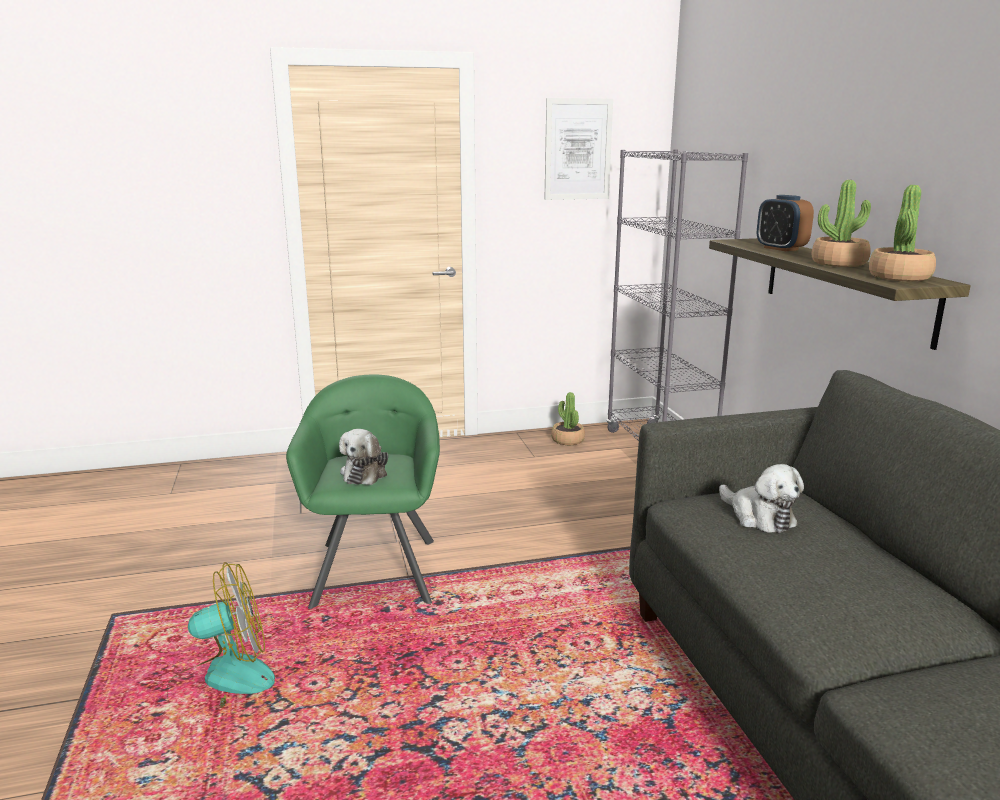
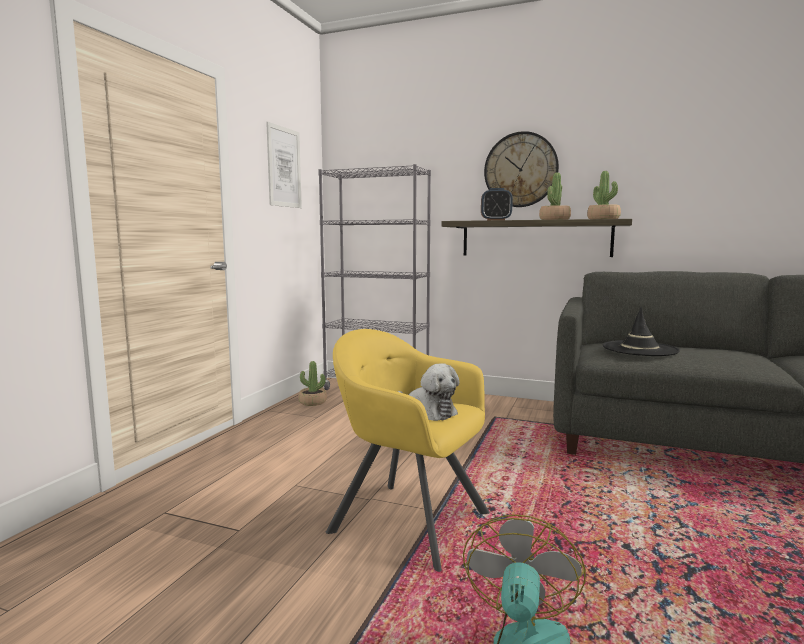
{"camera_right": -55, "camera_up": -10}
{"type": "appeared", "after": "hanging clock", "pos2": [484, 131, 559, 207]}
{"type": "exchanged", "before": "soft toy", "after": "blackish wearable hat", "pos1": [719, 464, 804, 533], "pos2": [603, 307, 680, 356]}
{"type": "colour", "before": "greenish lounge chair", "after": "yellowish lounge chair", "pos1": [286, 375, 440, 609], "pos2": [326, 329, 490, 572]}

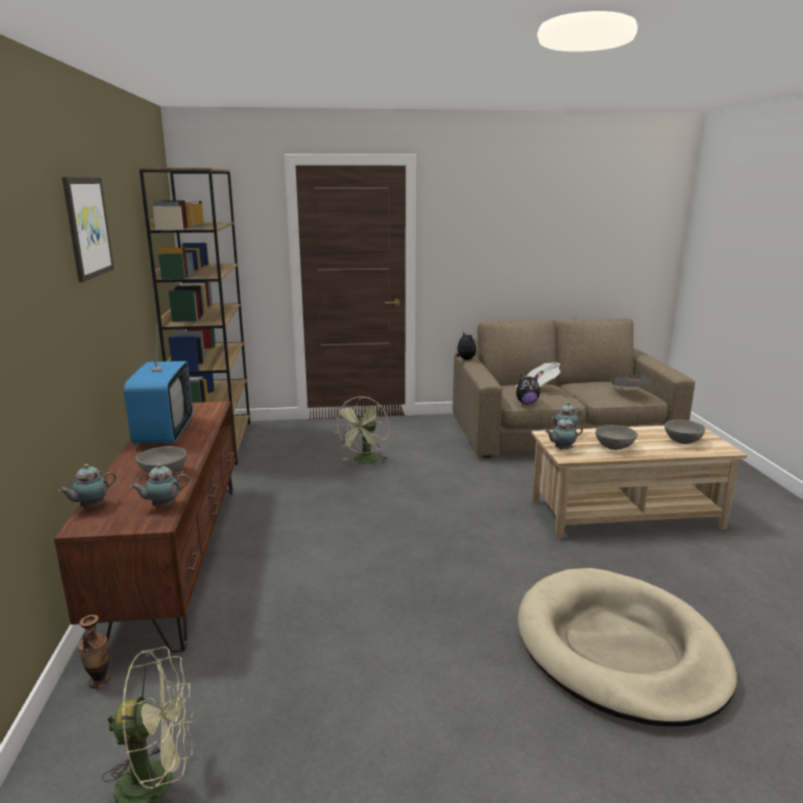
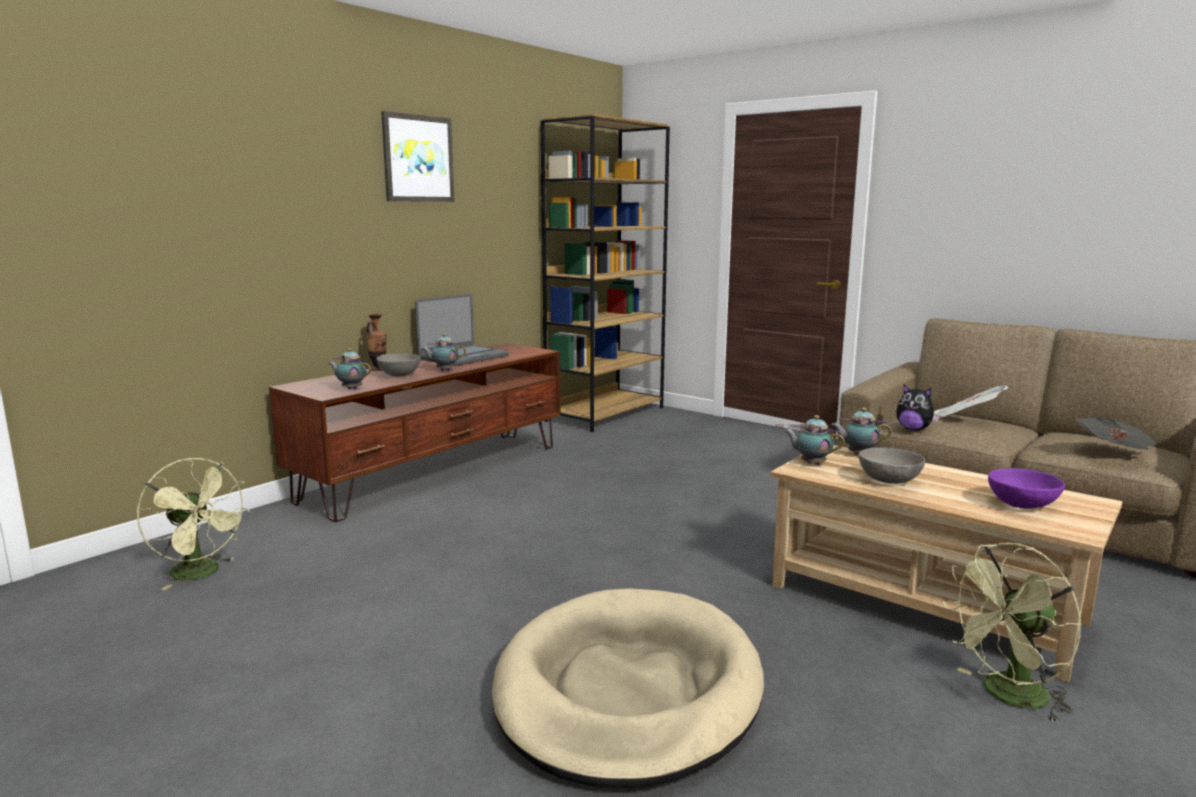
{"camera_right": 45, "camera_up": -5}
{"type": "missing", "before": "soft toy", "pos1": [455, 332, 476, 360]}
{"type": "relocated", "before": "pot for tea", "pos1": [58, 464, 116, 509], "pos2": [422, 334, 466, 371]}
{"type": "relocated", "before": "vase", "pos1": [78, 615, 111, 689], "pos2": [366, 314, 387, 371]}
{"type": "relocated", "before": "greenish fan", "pos1": [334, 397, 389, 464], "pos2": [943, 543, 1082, 724]}
{"type": "exchanged", "before": "TV", "after": "portable computer", "pos1": [124, 323, 193, 444], "pos2": [415, 294, 509, 366]}
{"type": "colour", "before": "greyish bowl", "after": "purple bowl", "pos1": [665, 420, 706, 444], "pos2": [988, 468, 1065, 509]}

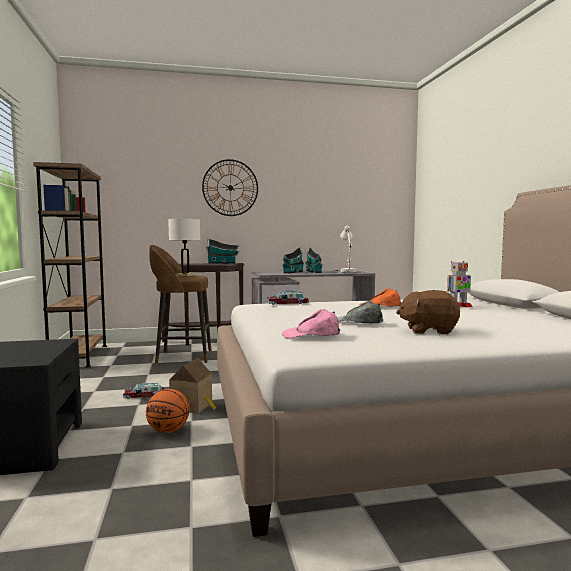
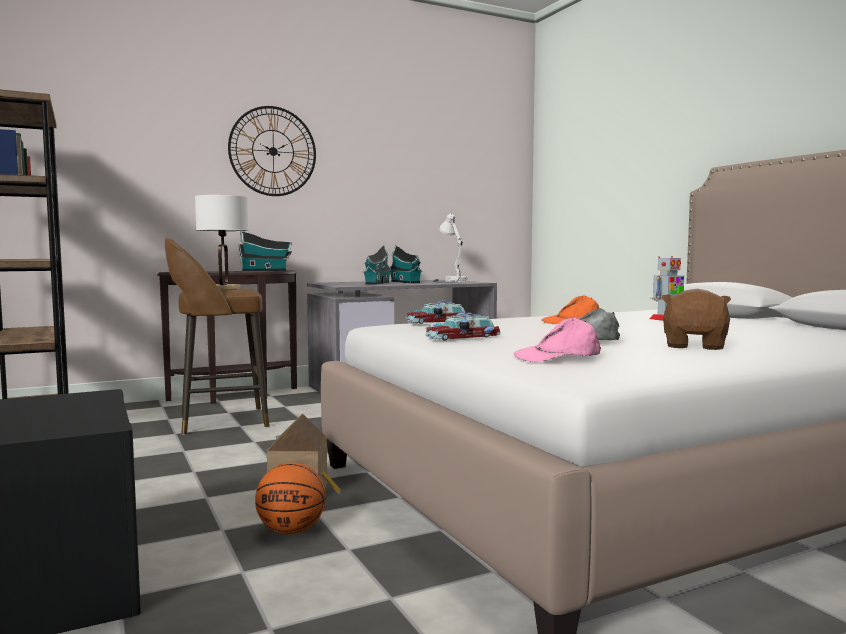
{"camera_right": -15, "camera_up": 0}
{"type": "relocated", "before": "miniature car", "pos1": [123, 383, 164, 399], "pos2": [425, 313, 501, 341]}
{"type": "spun", "before": "brown soft toy", "pos1": [396, 290, 460, 334], "pos2": [661, 289, 731, 350], "turn": 120}

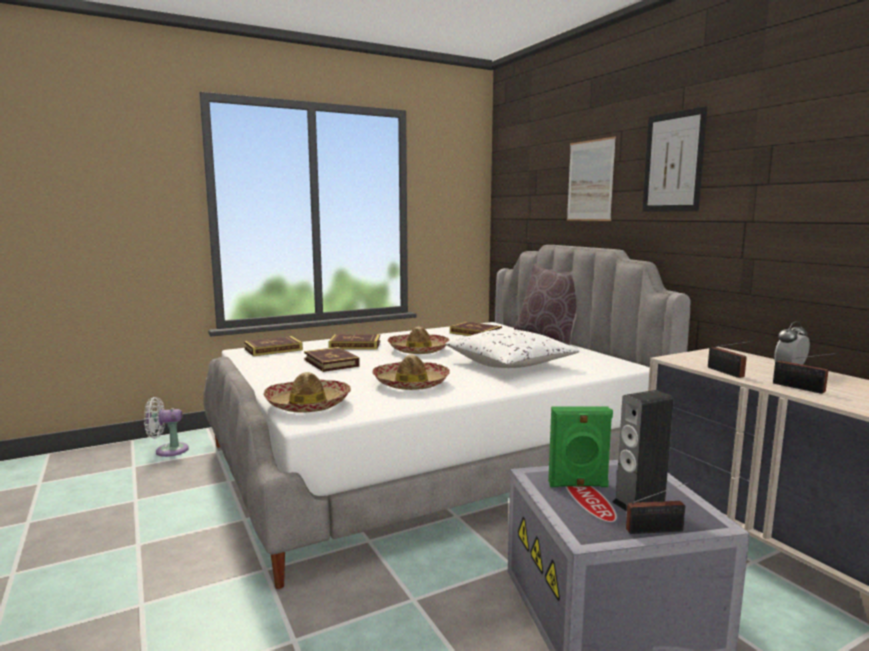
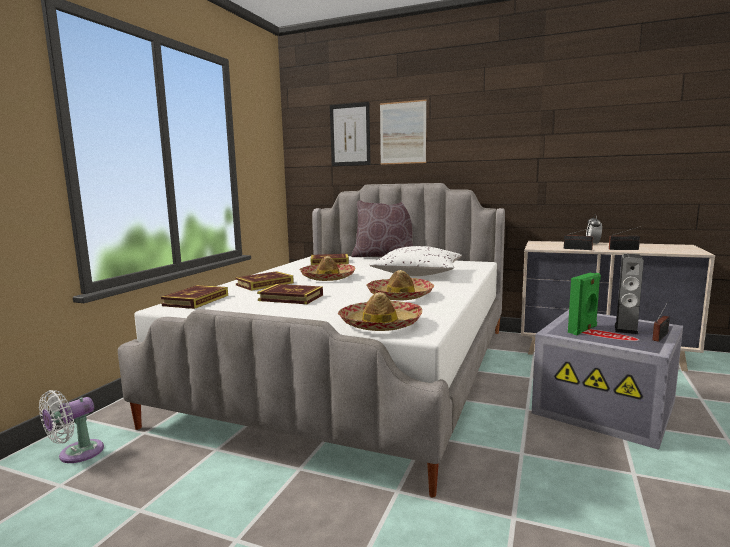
{"camera_right": -40, "camera_up": 0}
{"type": "relocated", "before": "picture", "pos1": [642, 106, 708, 211], "pos2": [330, 102, 370, 166]}

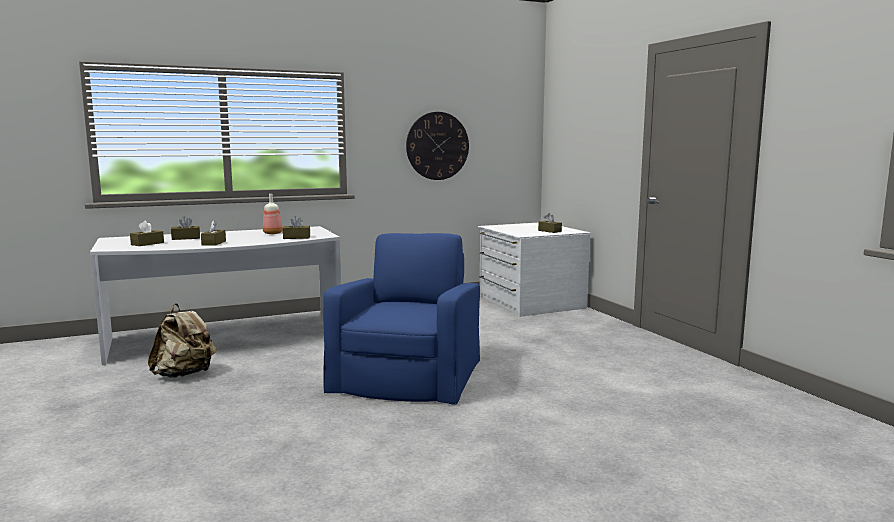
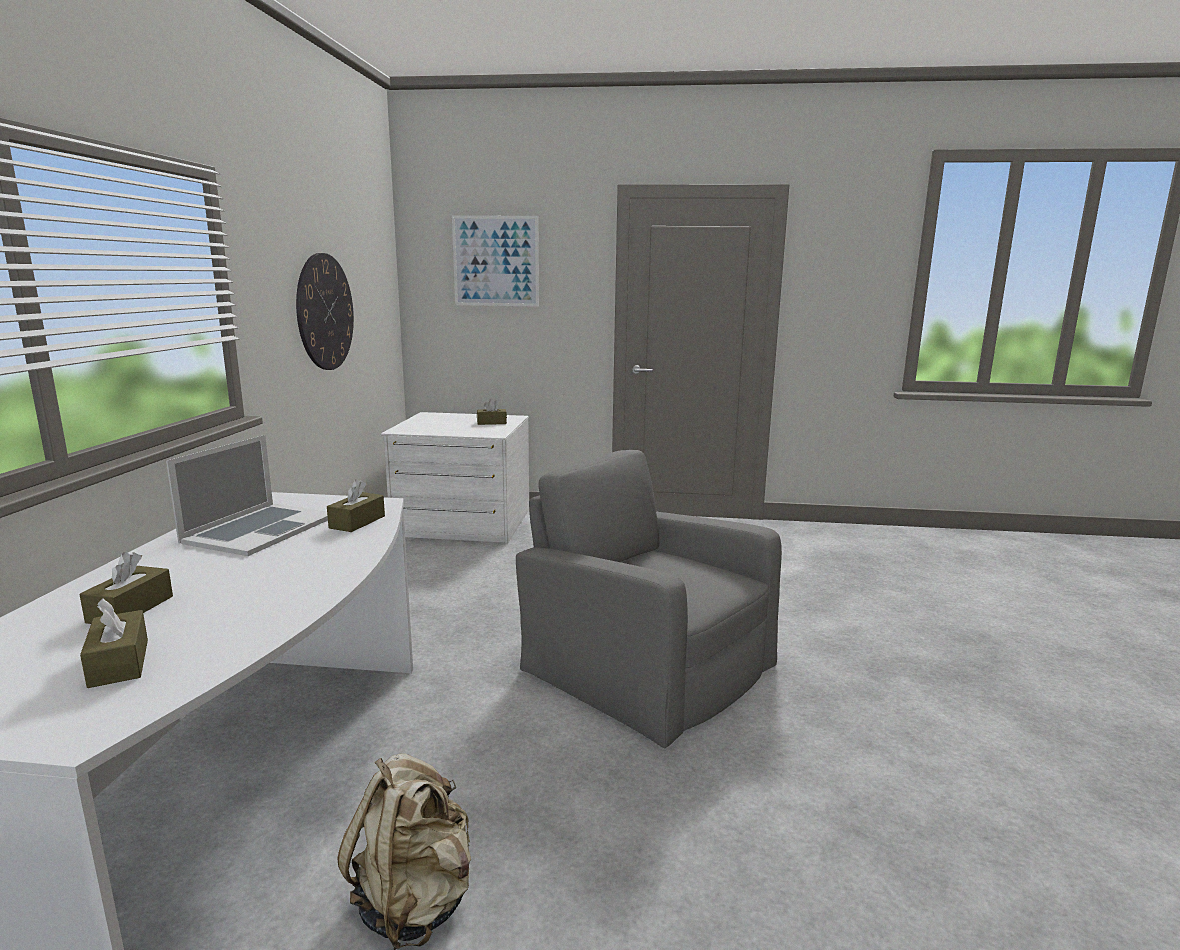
{"camera_right": -60, "camera_up": 5}
{"type": "missing", "before": "brown tissue box", "pos1": [201, 220, 226, 246]}
{"type": "appeared", "after": "picture", "pos2": [452, 215, 539, 307]}
{"type": "exchanged", "before": "beverage bottle", "after": "portable computer", "pos1": [263, 194, 283, 234], "pos2": [166, 435, 328, 556]}
{"type": "colour", "before": "blue-coloured lounge chair", "after": "greyish lounge chair", "pos1": [323, 233, 480, 405], "pos2": [516, 450, 782, 748]}

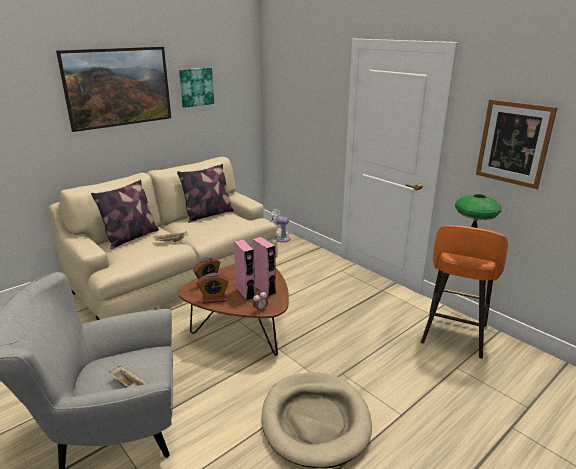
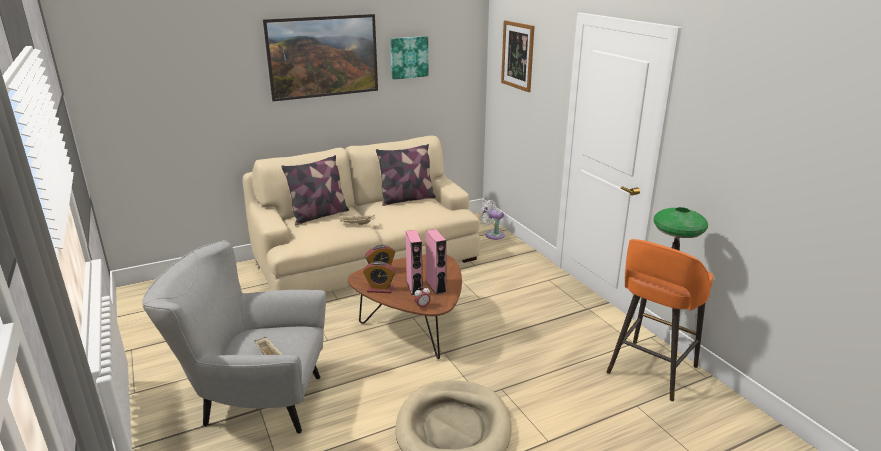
{"camera_right": 15, "camera_up": 0}
{"type": "relocated", "before": "picture", "pos1": [476, 99, 558, 189], "pos2": [501, 20, 534, 92]}

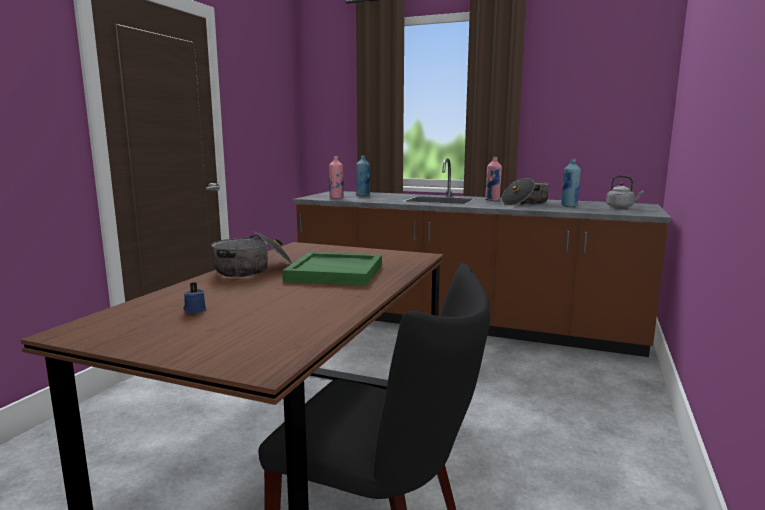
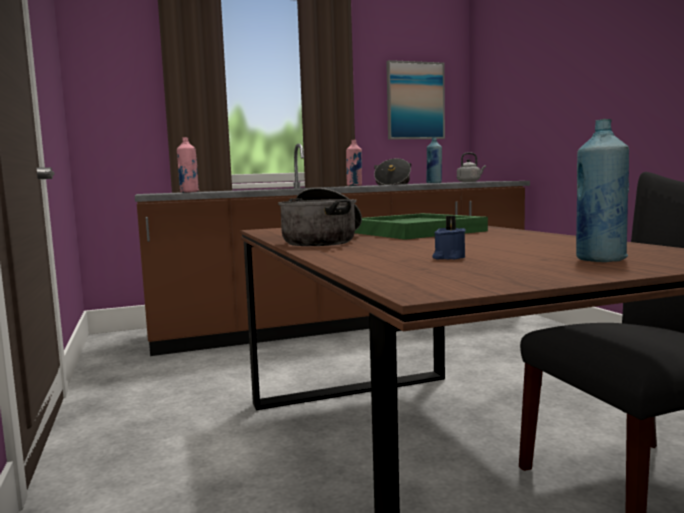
{"camera_right": -40, "camera_up": -5}
{"type": "appeared", "after": "picture", "pos2": [386, 60, 445, 139]}
{"type": "relocated", "before": "blue-coloured beverage bottle", "pos1": [356, 155, 370, 196], "pos2": [576, 119, 629, 262]}

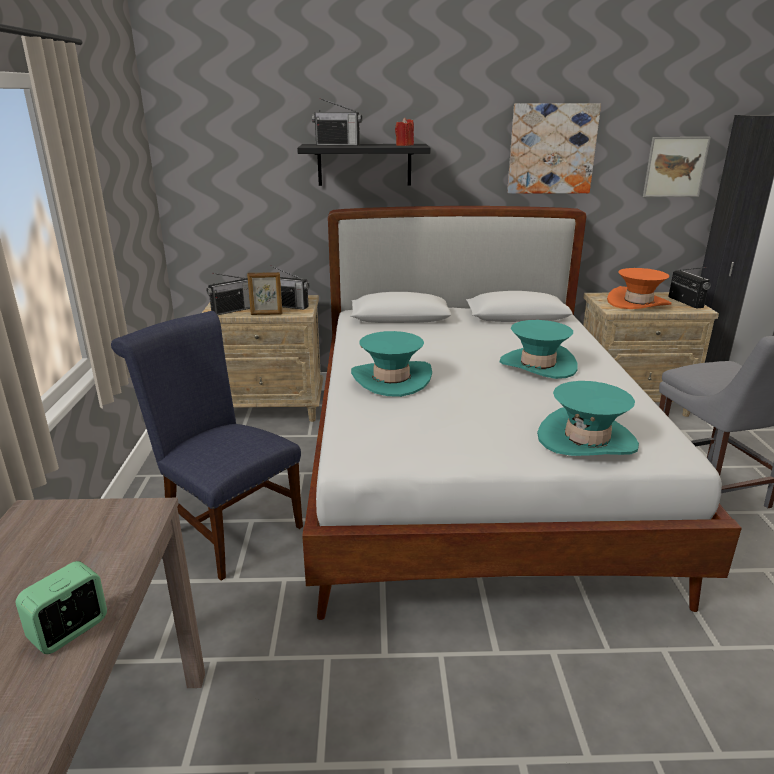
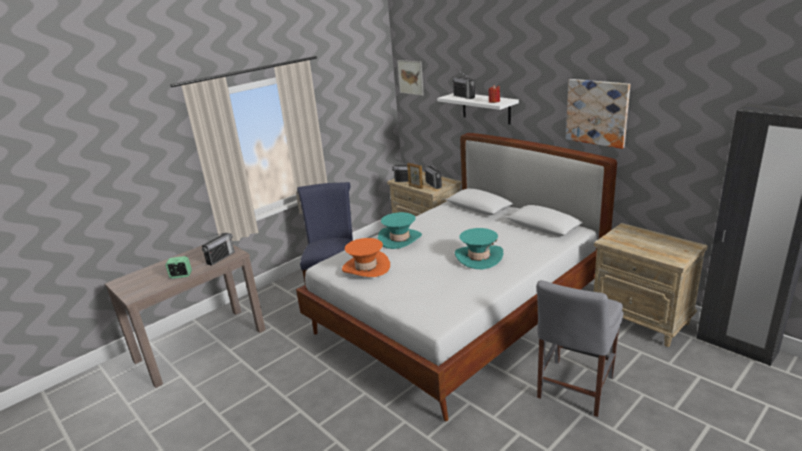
{"camera_right": 50, "camera_up": 0}
{"type": "missing", "before": "turquoise-coloured wearable hat", "pos1": [537, 381, 639, 456]}
{"type": "relocated", "before": "orange-coloured wearable hat", "pos1": [607, 268, 671, 309], "pos2": [342, 238, 390, 277]}
{"type": "relocated", "before": "picture", "pos1": [643, 137, 711, 197], "pos2": [397, 60, 424, 96]}
{"type": "relocated", "before": "radio set", "pos1": [668, 267, 711, 308], "pos2": [202, 233, 235, 266]}
{"type": "colour", "before": "blackish wall shelf", "after": "white-coloured wall shelf", "pos1": [297, 144, 431, 186], "pos2": [437, 93, 519, 124]}

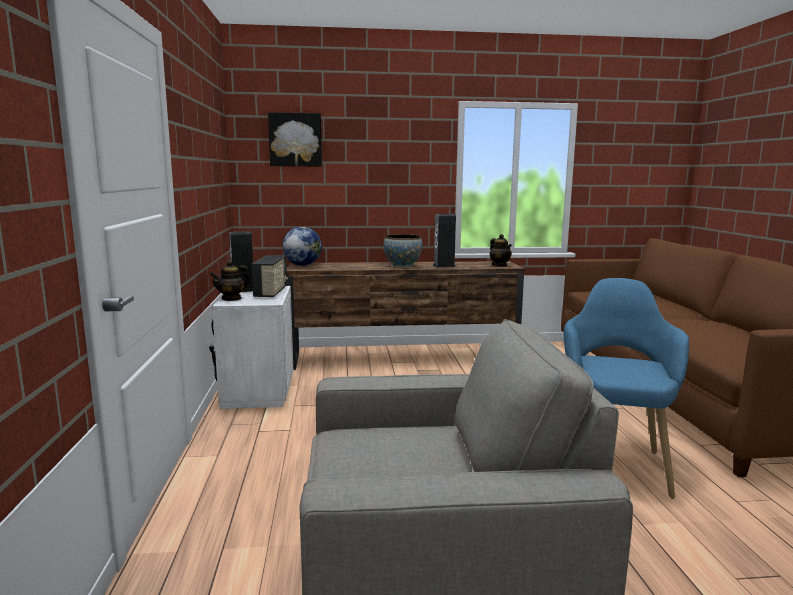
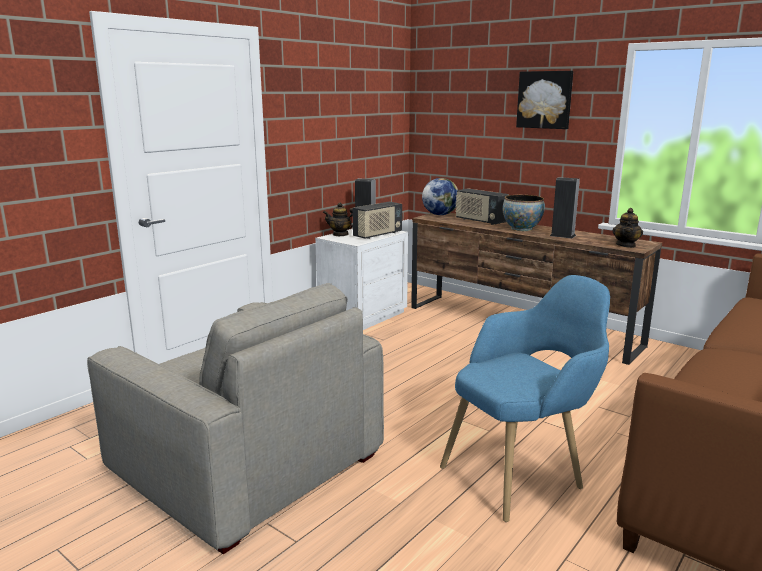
{"camera_right": 45, "camera_up": 5}
{"type": "appeared", "after": "radio set", "pos2": [455, 189, 509, 225]}
{"type": "relocated", "before": "picture", "pos1": [268, 112, 322, 167], "pos2": [516, 71, 573, 129]}

